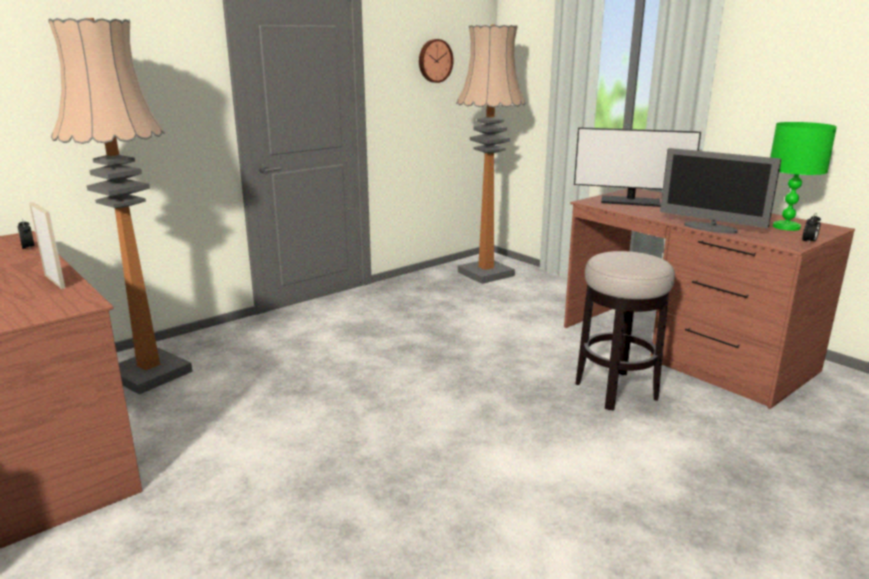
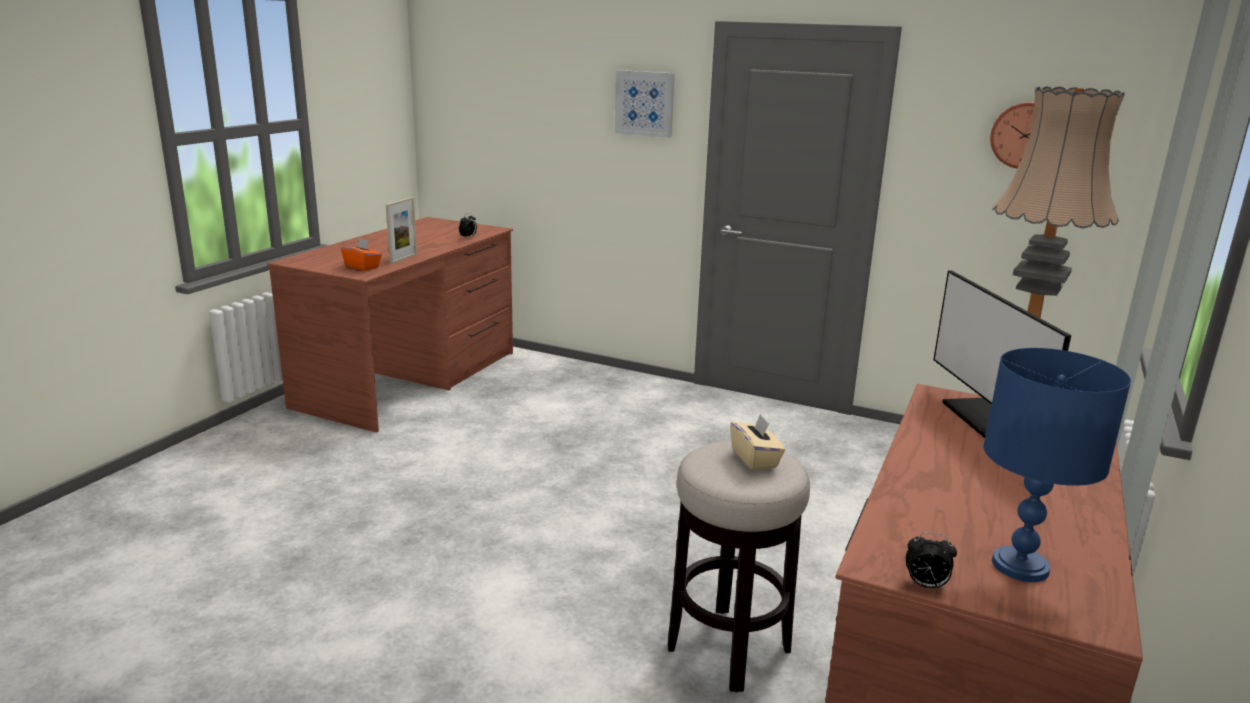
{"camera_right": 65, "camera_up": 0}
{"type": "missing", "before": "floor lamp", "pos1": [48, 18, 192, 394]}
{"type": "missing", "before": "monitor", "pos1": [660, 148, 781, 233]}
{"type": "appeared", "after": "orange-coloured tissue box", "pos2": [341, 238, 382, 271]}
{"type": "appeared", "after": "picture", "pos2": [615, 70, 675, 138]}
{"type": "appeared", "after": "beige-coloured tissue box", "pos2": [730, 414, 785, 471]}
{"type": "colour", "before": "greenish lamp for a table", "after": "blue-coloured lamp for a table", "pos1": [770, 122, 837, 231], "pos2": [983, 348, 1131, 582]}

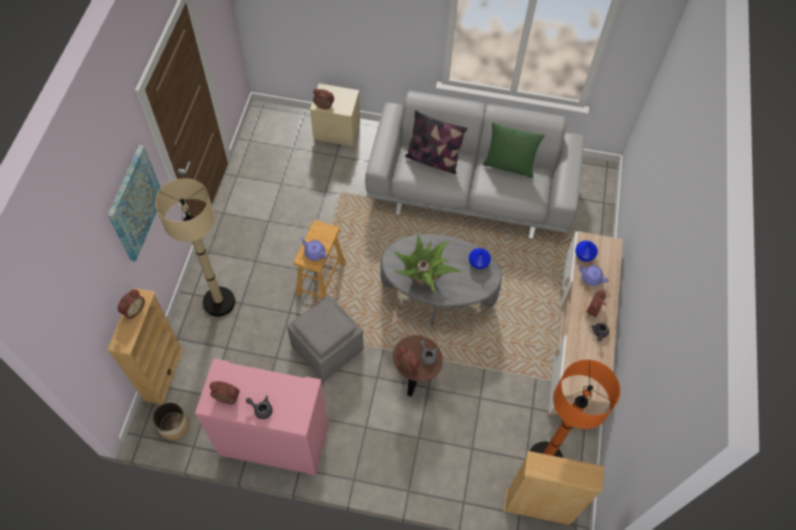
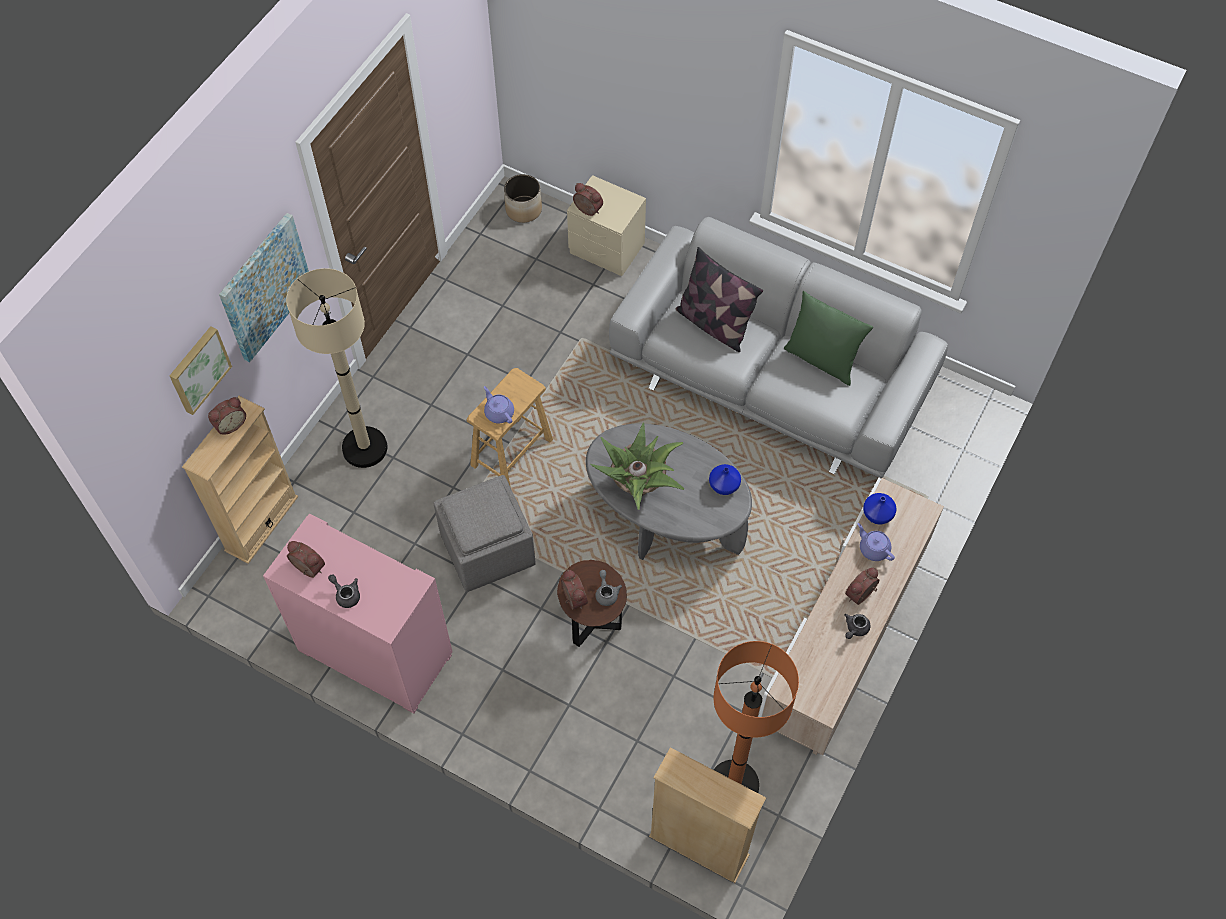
{"camera_right": 20, "camera_up": 0}
{"type": "appeared", "after": "picture", "pos2": [170, 326, 232, 415]}
{"type": "relocated", "before": "plant pot", "pos1": [152, 402, 189, 440], "pos2": [504, 174, 542, 223]}

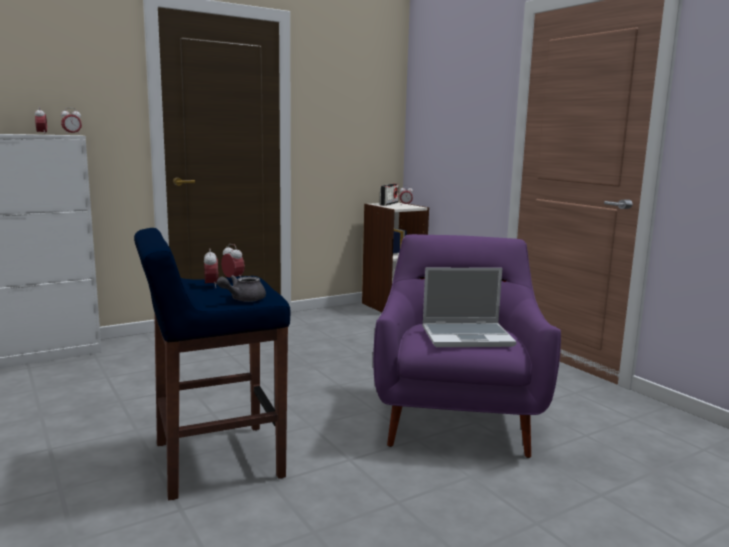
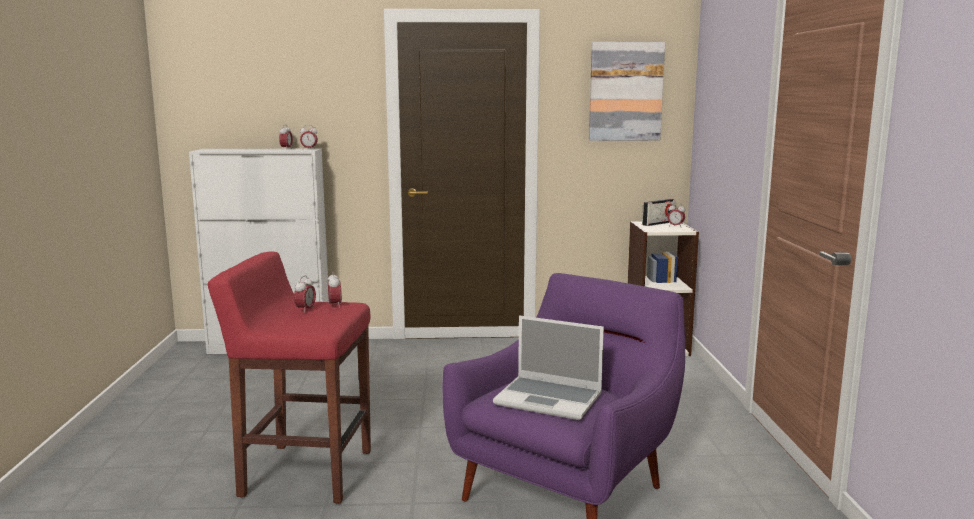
{"camera_right": 30, "camera_up": 0}
{"type": "missing", "before": "greyish pot for tea", "pos1": [217, 275, 266, 302]}
{"type": "appeared", "after": "picture", "pos2": [589, 42, 665, 141]}
{"type": "colour", "before": "blue-coloured stool", "after": "red-coloured stool", "pos1": [134, 228, 291, 500], "pos2": [208, 252, 371, 504]}

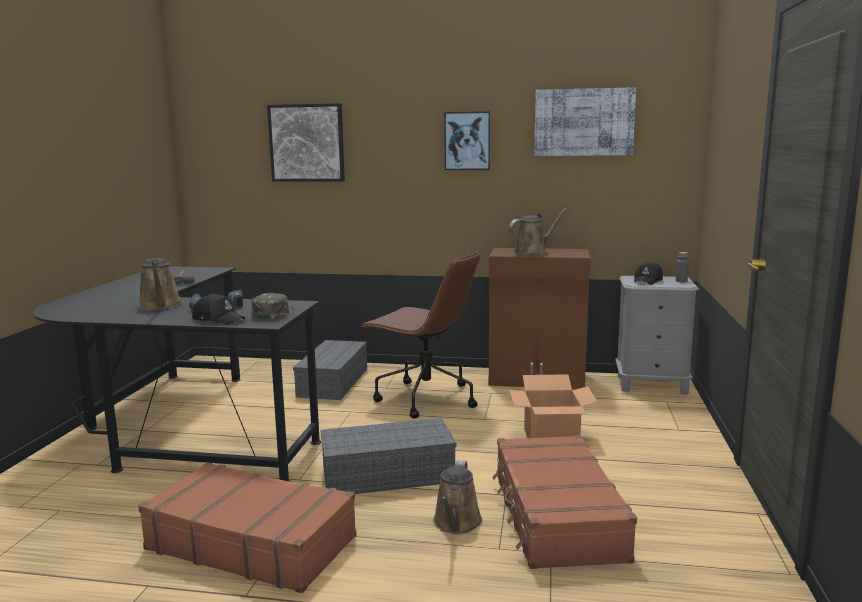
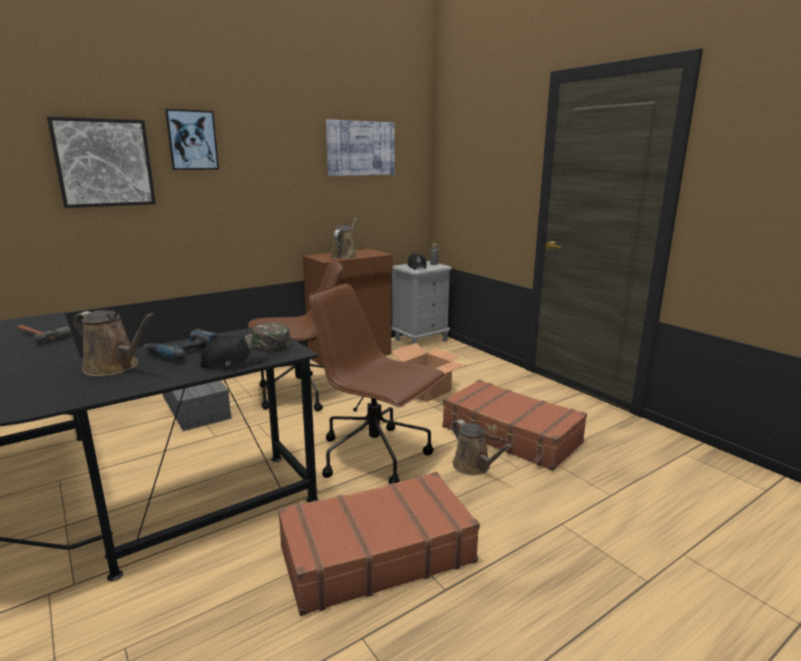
{"camera_right": -45, "camera_up": 5}
{"type": "relocated", "before": "picture", "pos1": [444, 111, 490, 170], "pos2": [165, 109, 219, 170]}
{"type": "exchanged", "before": "greyish storage box", "after": "brown desk chair", "pos1": [321, 418, 456, 494], "pos2": [309, 284, 446, 484]}

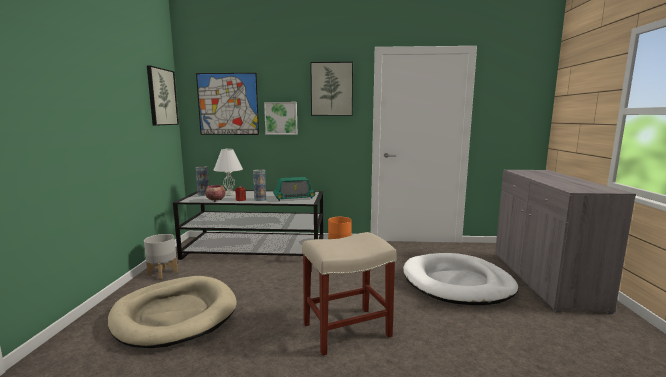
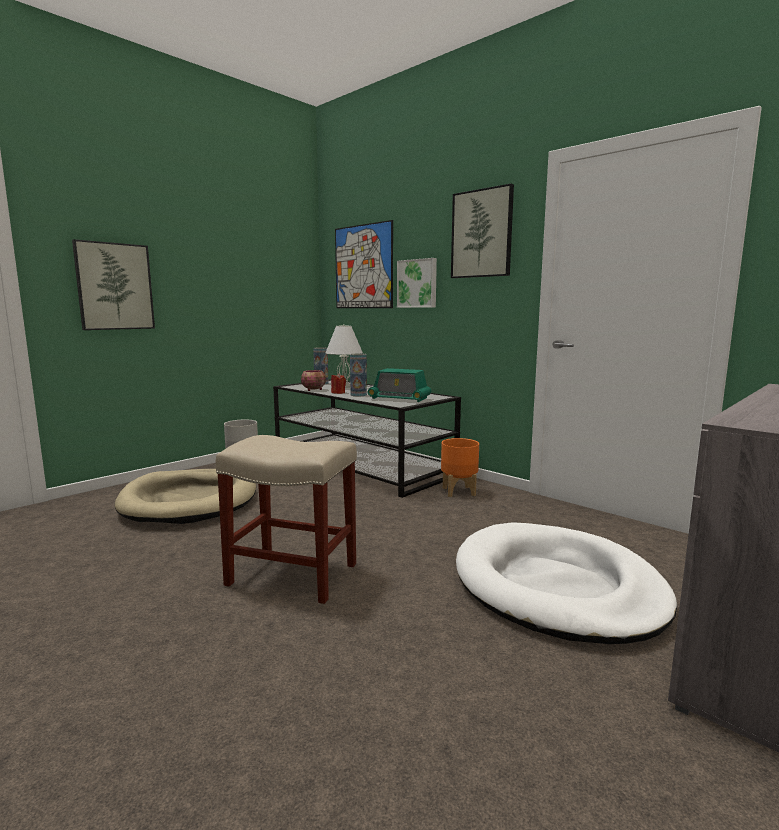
{"camera_right": 40, "camera_up": 0}
{"type": "relocated", "before": "picture", "pos1": [147, 65, 179, 126], "pos2": [72, 239, 155, 330]}

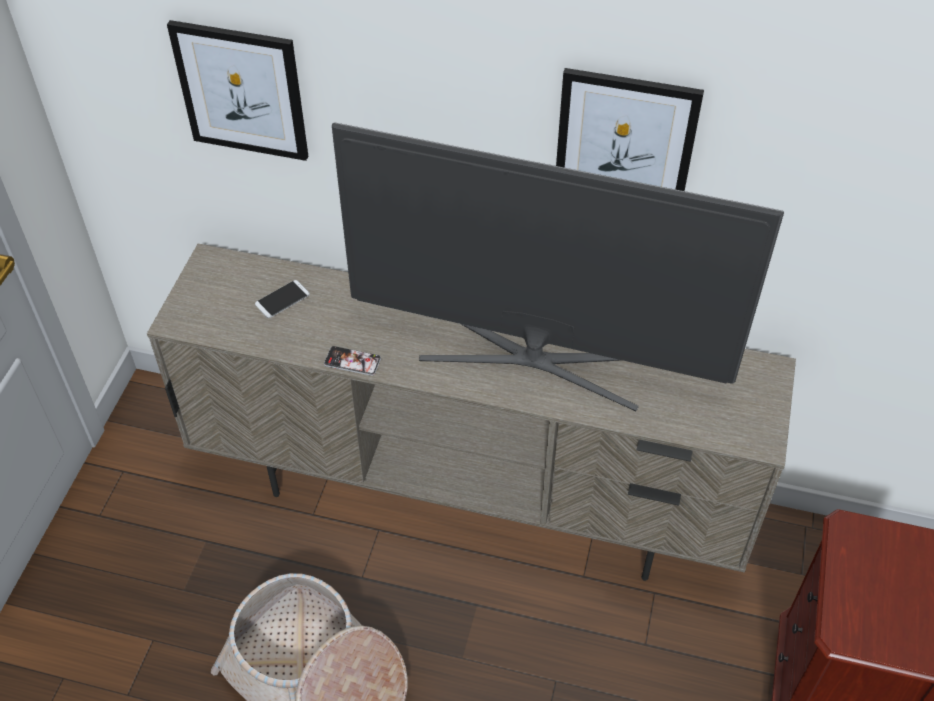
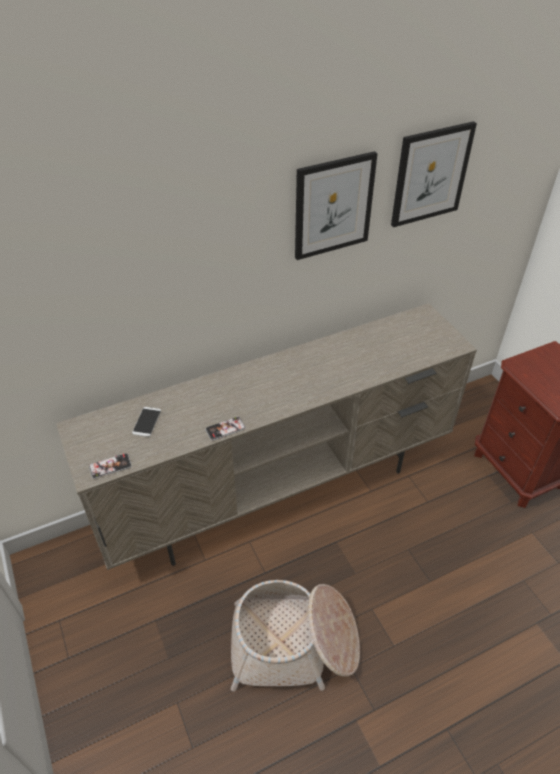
{"camera_right": -40, "camera_up": -5}
{"type": "missing", "before": "TV", "pos1": [332, 122, 784, 411]}
{"type": "appeared", "after": "handset", "pos2": [89, 453, 132, 479]}
{"type": "relocated", "before": "picture", "pos1": [167, 20, 308, 161], "pos2": [391, 121, 477, 227]}

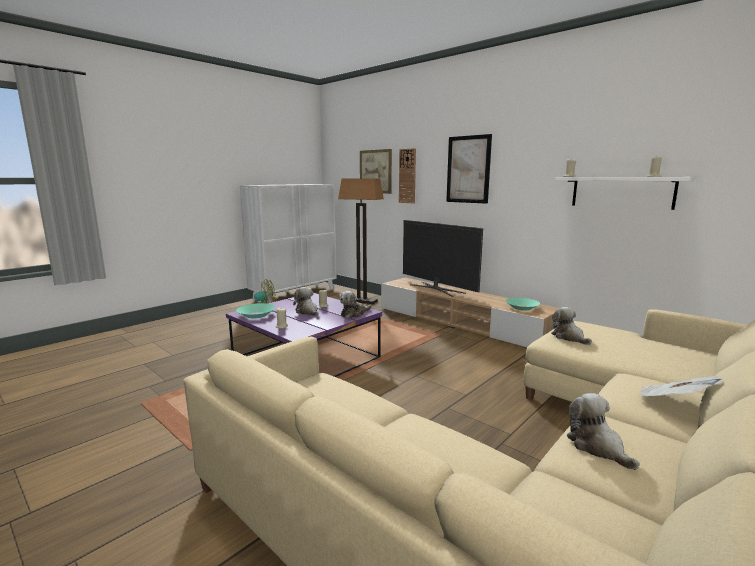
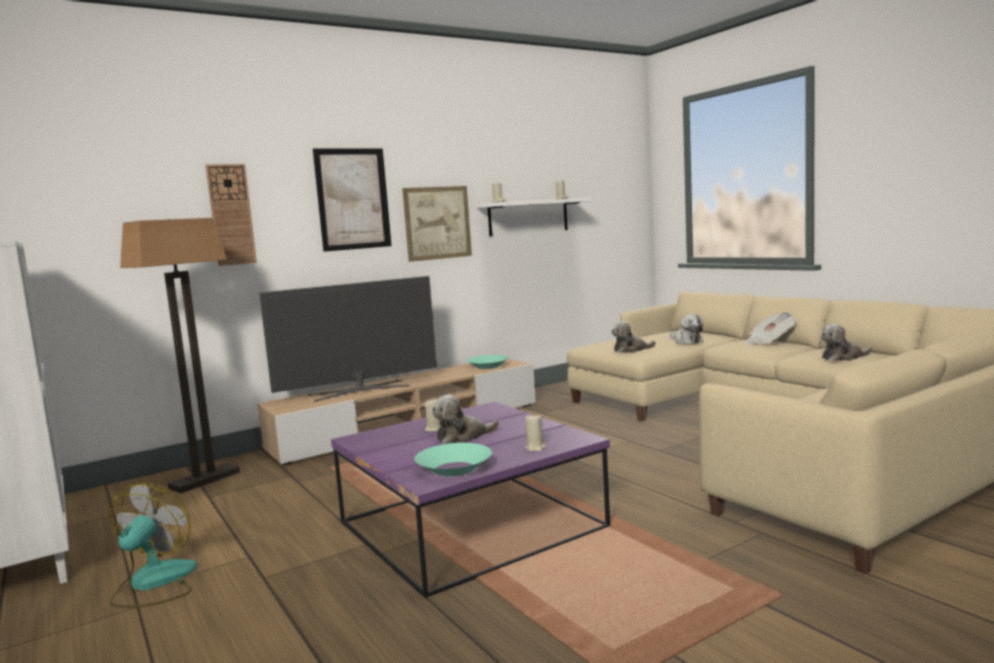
{"camera_right": -75, "camera_up": -5}
{"type": "relocated", "before": "soft toy", "pos1": [340, 291, 371, 318], "pos2": [670, 314, 704, 344]}
{"type": "relocated", "before": "picture", "pos1": [360, 149, 392, 194], "pos2": [402, 186, 472, 262]}

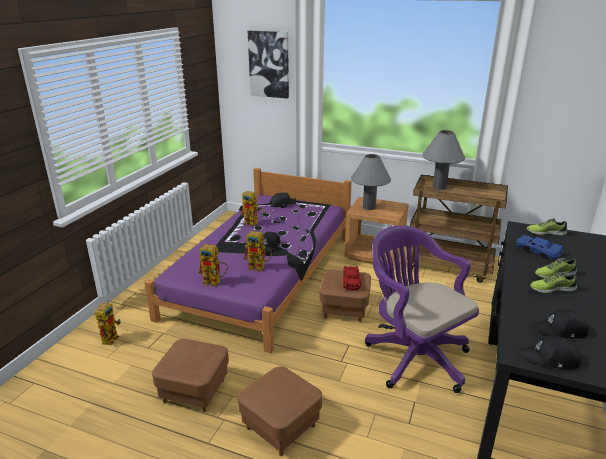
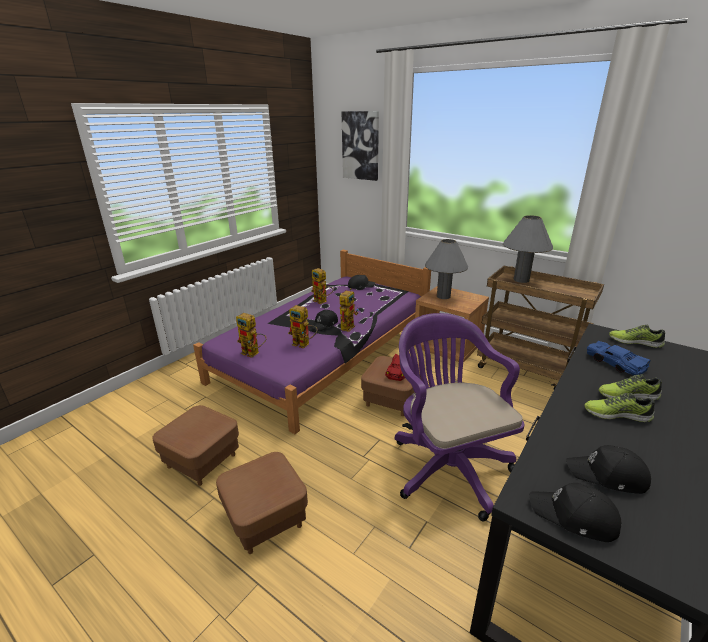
{"camera_right": 15, "camera_up": 0}
{"type": "relocated", "before": "model robot", "pos1": [95, 300, 121, 345], "pos2": [340, 288, 359, 332]}

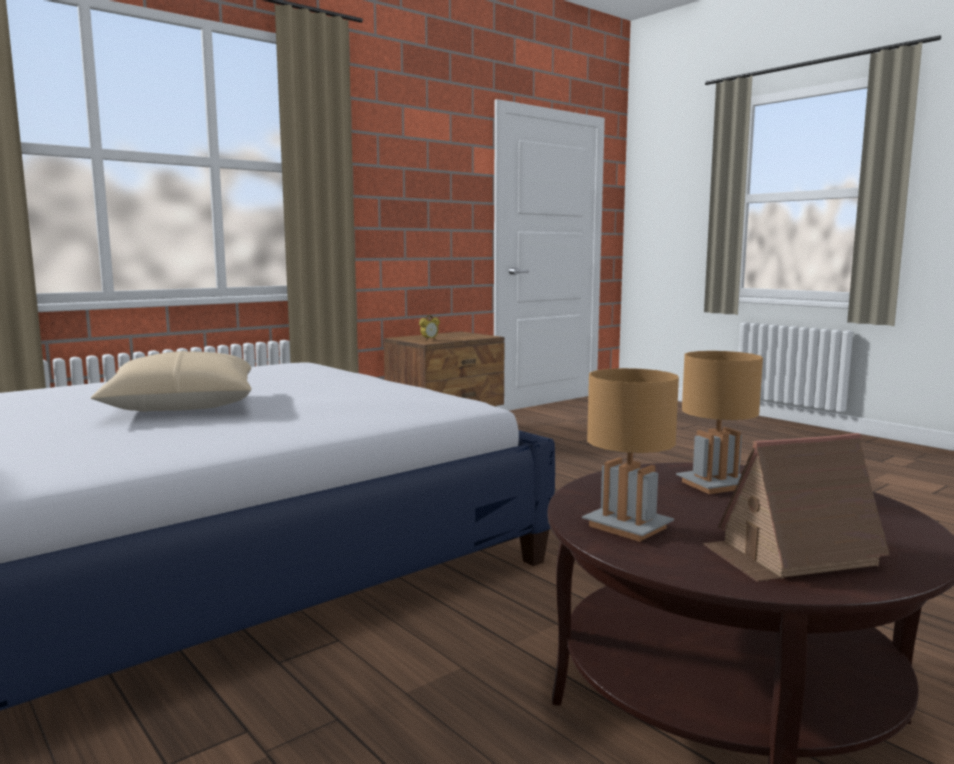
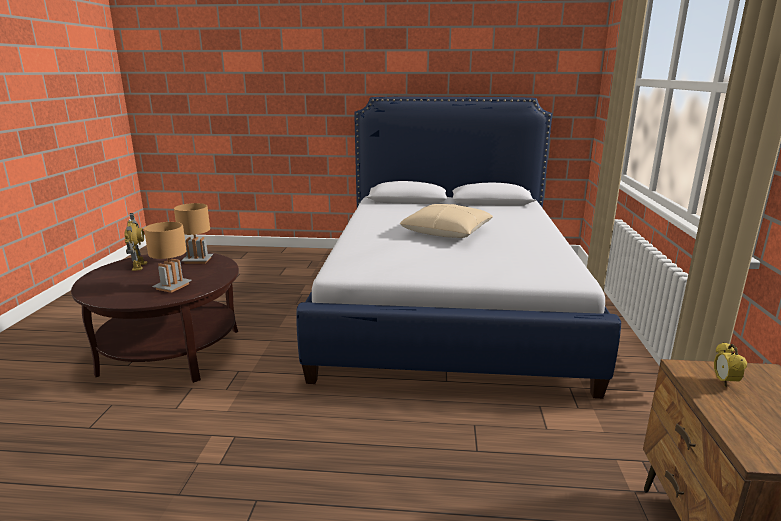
{"camera_right": 135, "camera_up": 10}
{"type": "exchanged", "before": "toy house", "after": "model robot", "pos1": [702, 433, 890, 582], "pos2": [124, 213, 147, 271]}

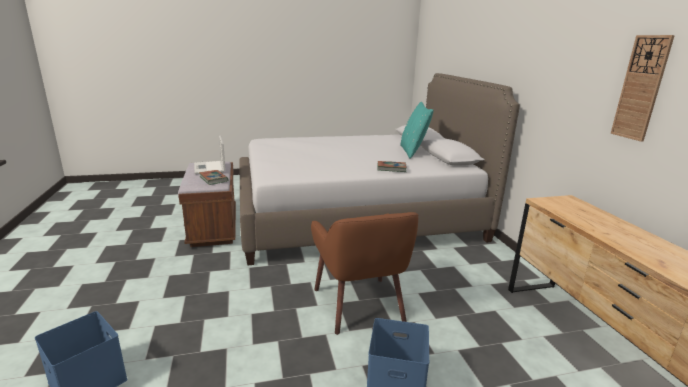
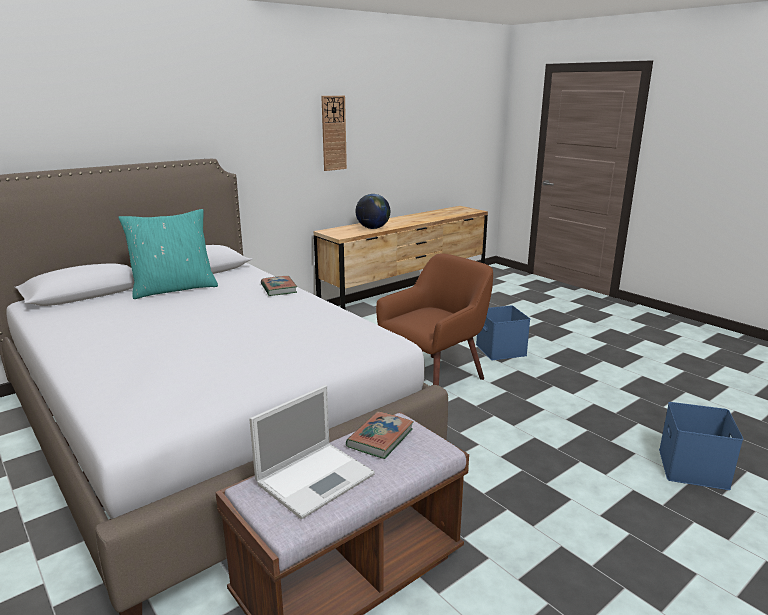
{"camera_right": -115, "camera_up": 0}
{"type": "appeared", "after": "world globe", "pos2": [356, 194, 390, 229]}

